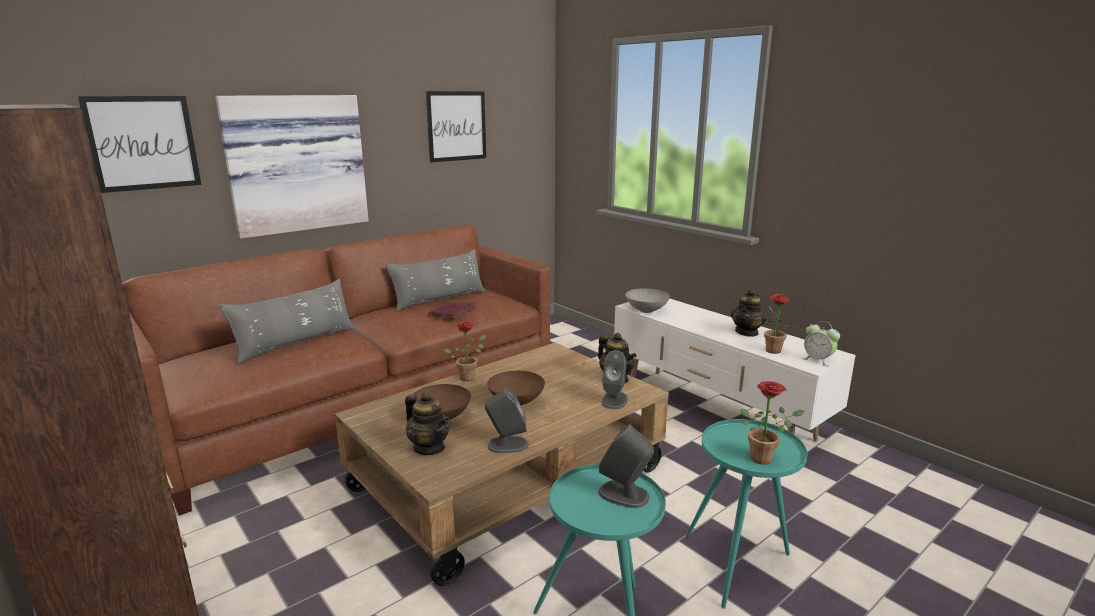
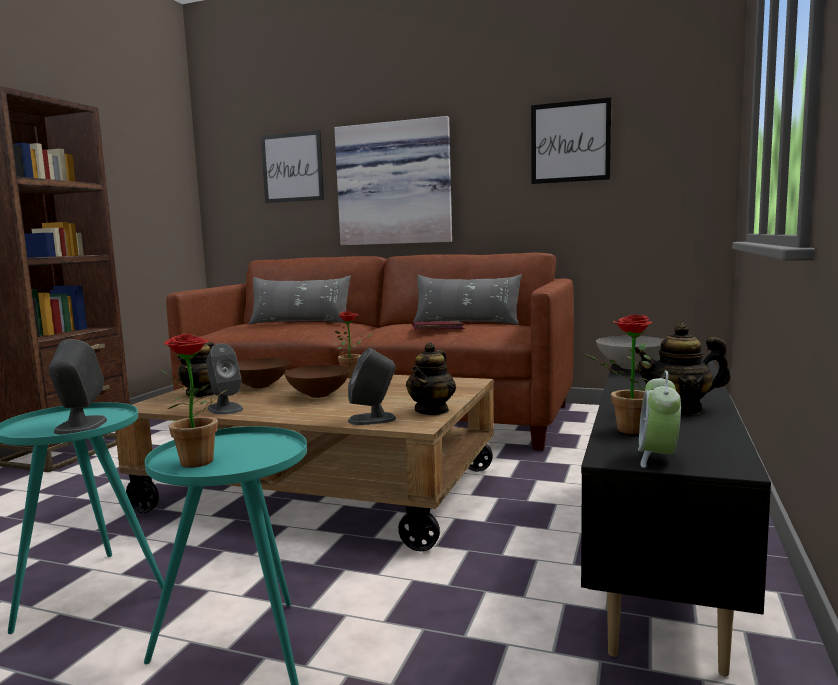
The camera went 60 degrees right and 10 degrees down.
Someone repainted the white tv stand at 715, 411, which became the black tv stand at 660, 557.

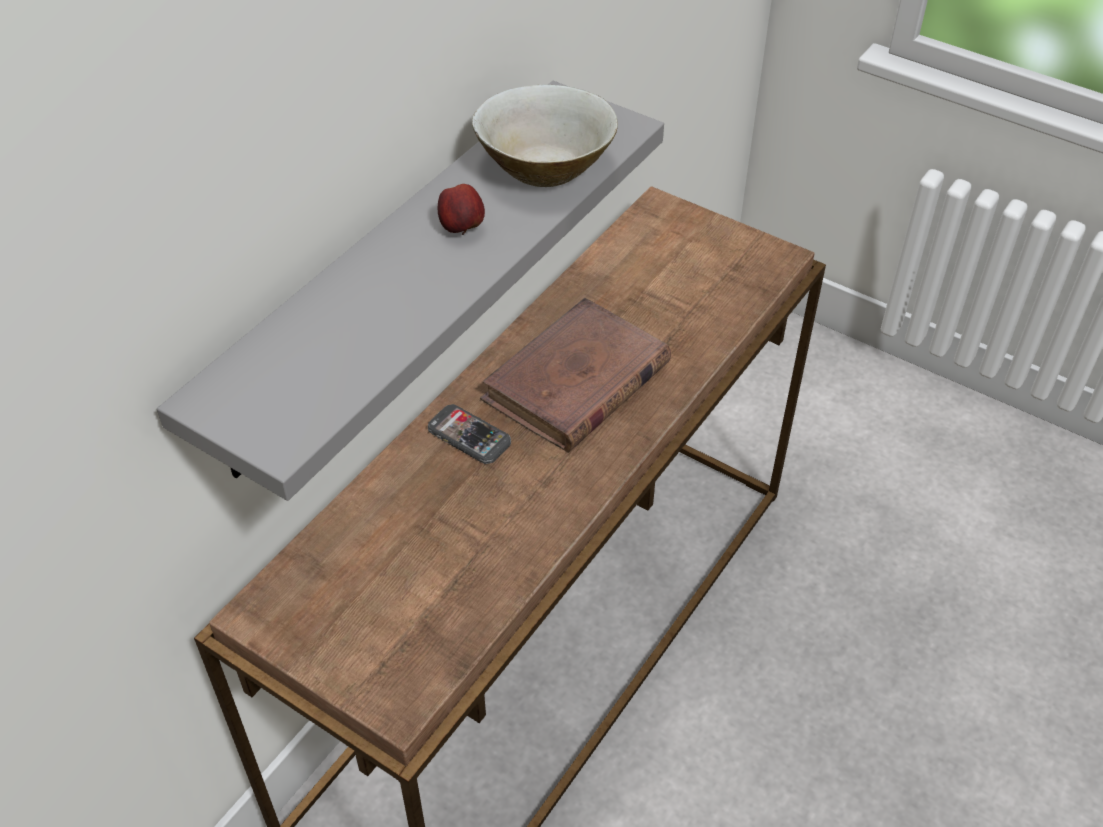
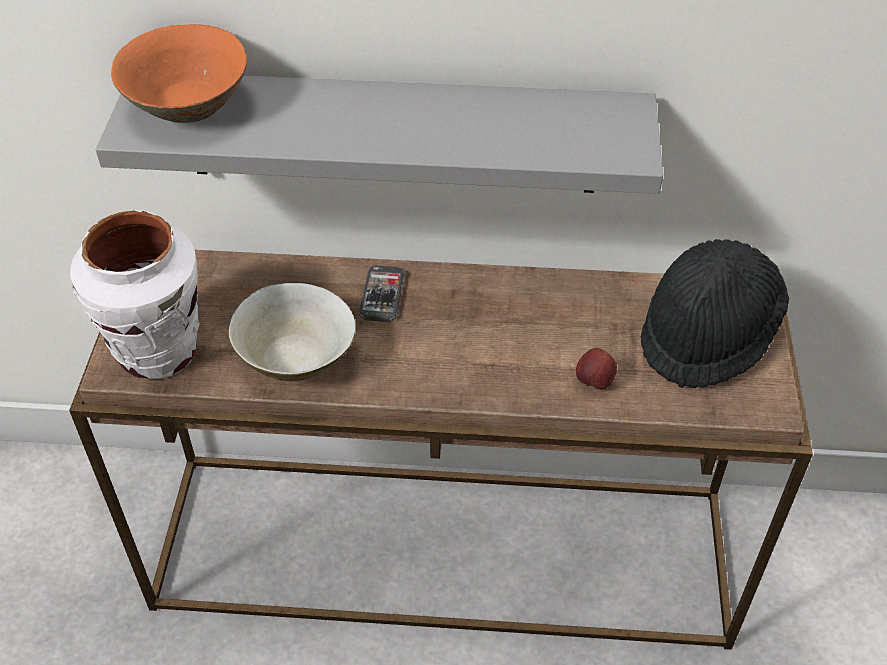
The camera went 60 degrees right and 0 degrees up.
Someone took away the brown book at 576, 382.
Someone put down the white vase at 158, 352.
Someone put down the orange bowl at 188, 106.
Someone put down the black hat at 707, 335.
Someone carried the apple from 462, 228 to 594, 382.
Someone carried the beige bowl from 545, 167 to 297, 358.

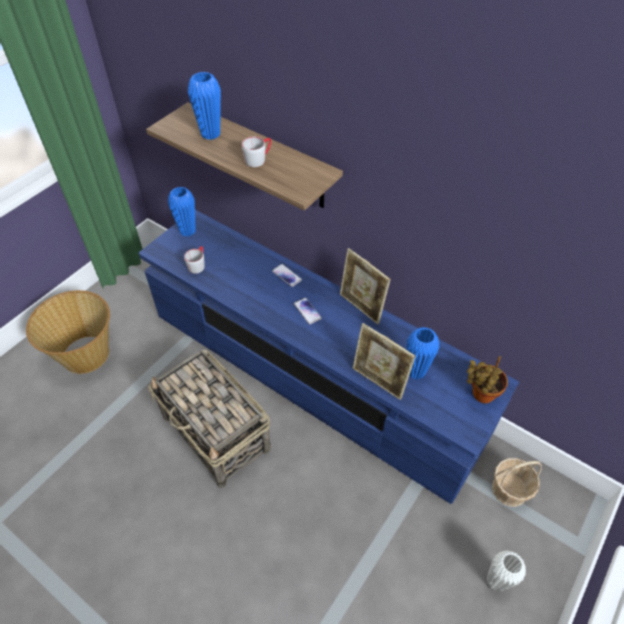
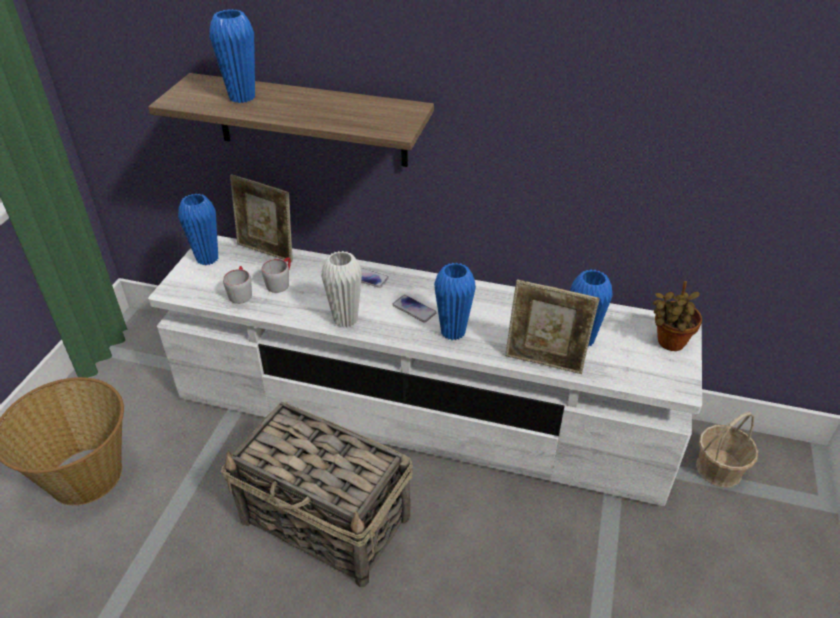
The camera went 20 degrees left and 10 degrees down.
Someone put down the blue vase at 453, 332.
Someone carried the grey mug from 258, 159 to 280, 282.
Someone carried the picture frame from 361, 308 to 267, 251.
Someone carried the white vase from 496, 581 to 345, 320.
Someone repainted the blue tv stand at 311, 374, which became the white tv stand at 420, 410.

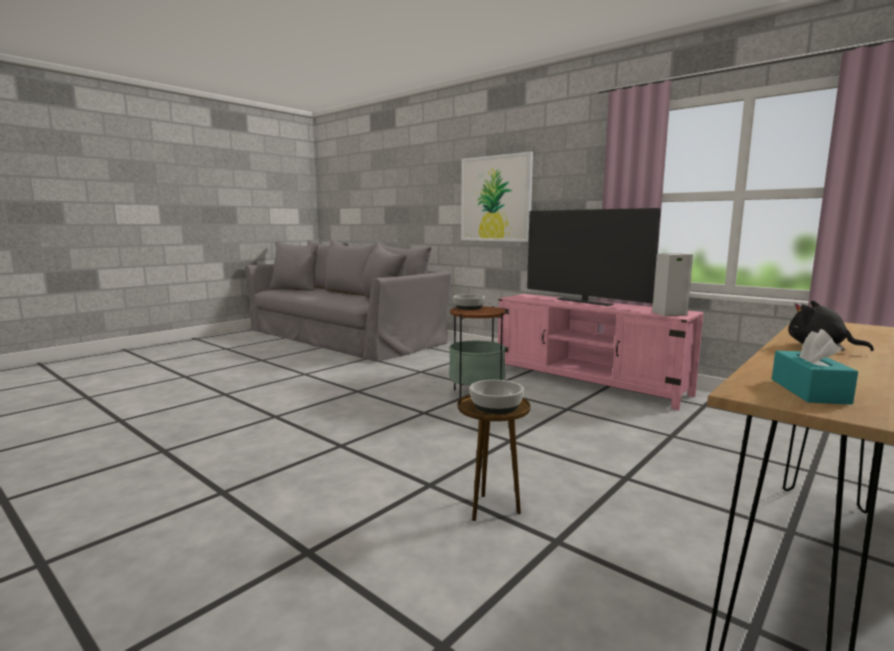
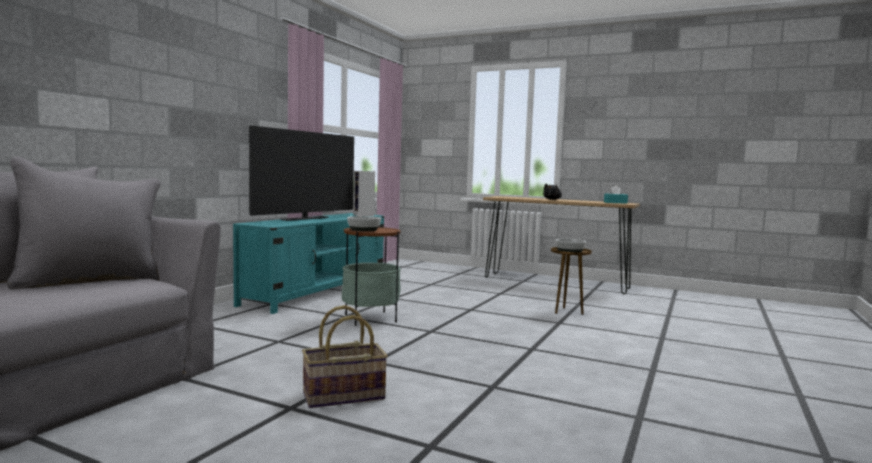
The camera went 105 degrees left and 5 degrees down.
Someone took away the picture at 496, 198.
Someone put down the basket at 343, 396.
Someone repainted the pink tv stand at 588, 382, which became the turquoise tv stand at 318, 291.

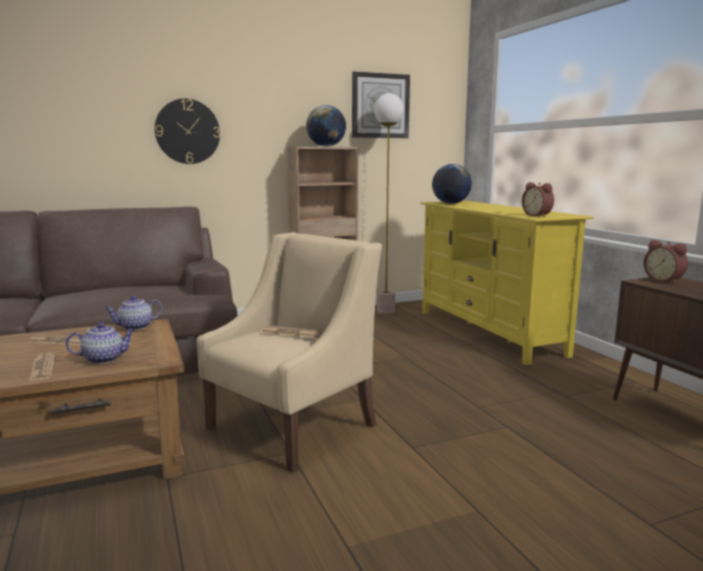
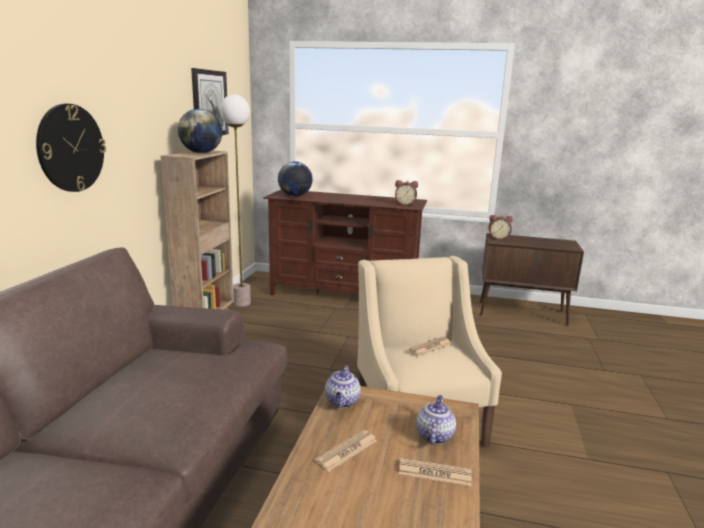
The camera went 55 degrees left and 5 degrees up.
Someone repainted the yellow tv stand at 489, 332, which became the brown tv stand at 344, 295.

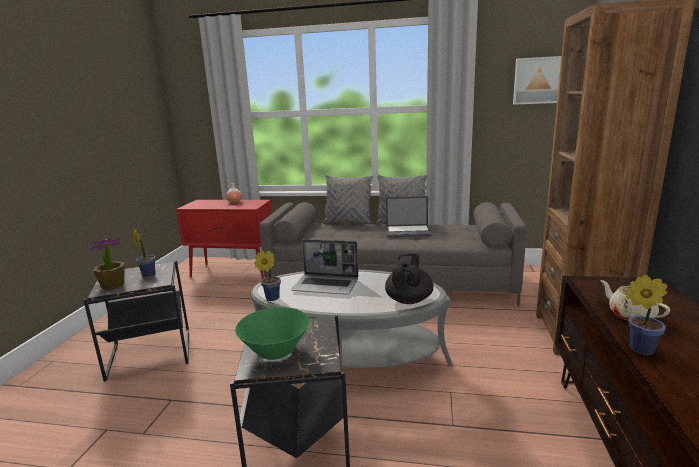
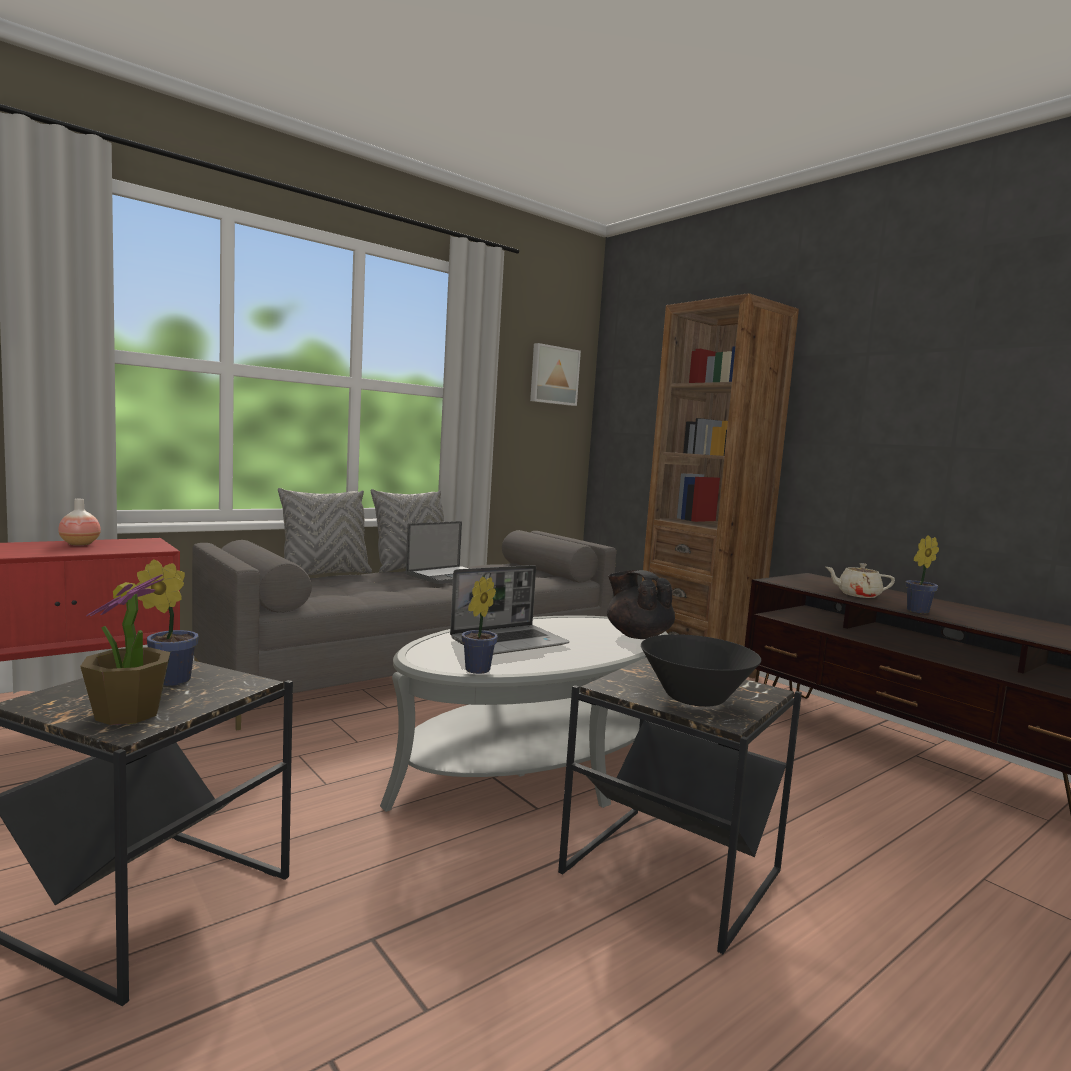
The camera went 50 degrees left and 10 degrees down.
Someone repainted the green bowl at 275, 351, which became the black bowl at 695, 698.

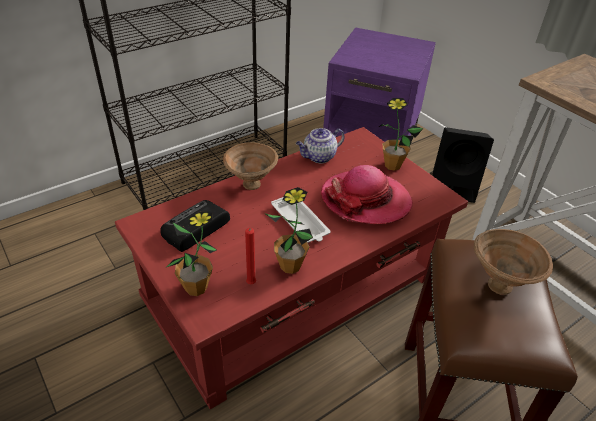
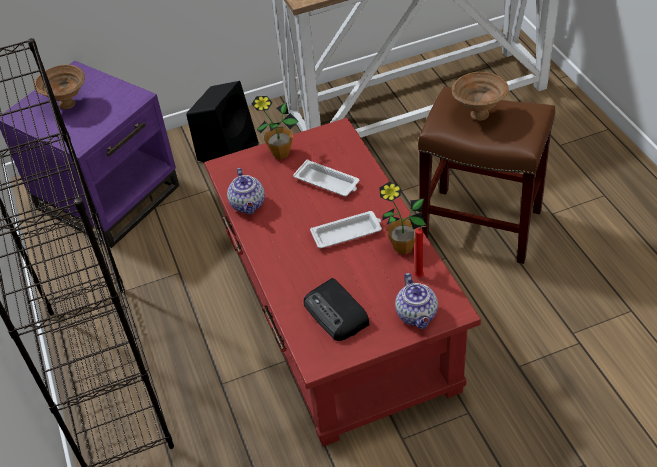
The camera went 70 degrees left and 5 degrees up.
Someone carried the brown bowl from 251, 185 to 68, 104.
Someone swapped the potted plant at 196, 287 for the teapot at 417, 315.
Someone swapped the hat at 365, 200 for the white tray at 328, 182.

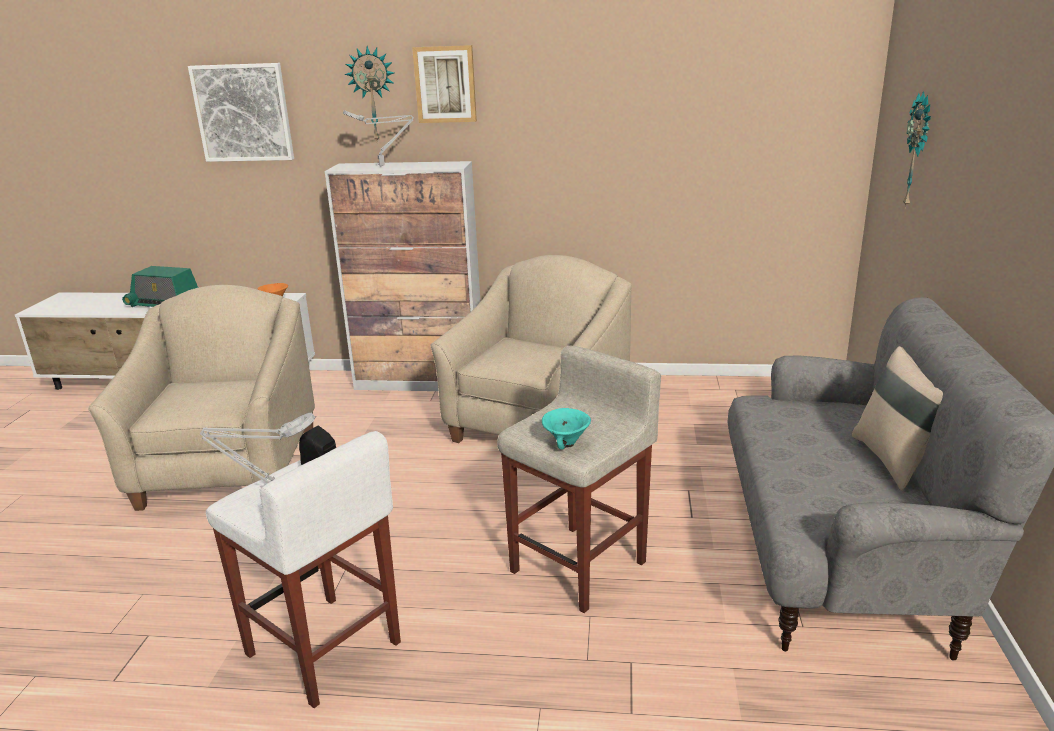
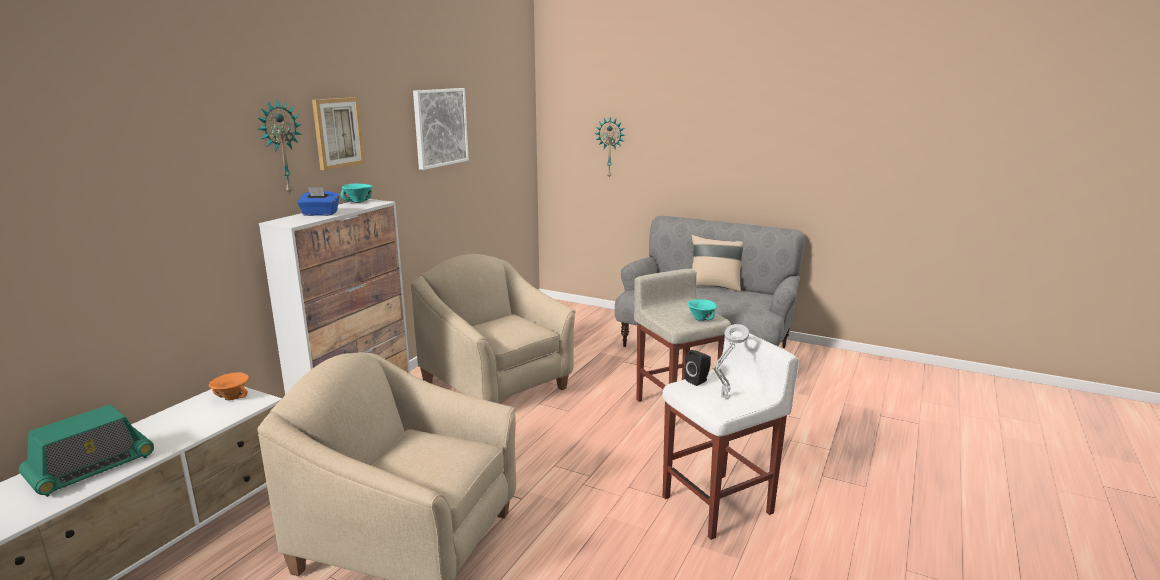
The camera went 70 degrees left and 5 degrees down.
Someone put down the turquoise bowl at 358, 202.
Someone carried the picture from 243, 113 to 440, 127.
Someone swapped the grey table lamp at 384, 165 for the blue tissue box at 320, 214.

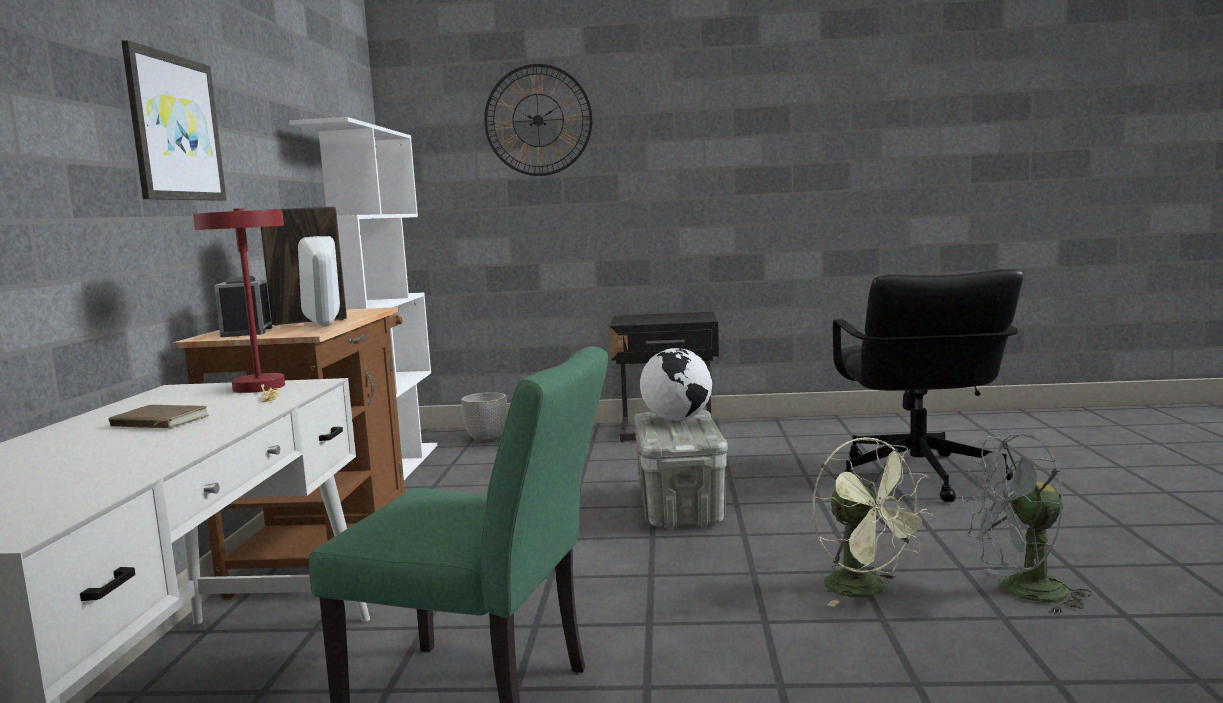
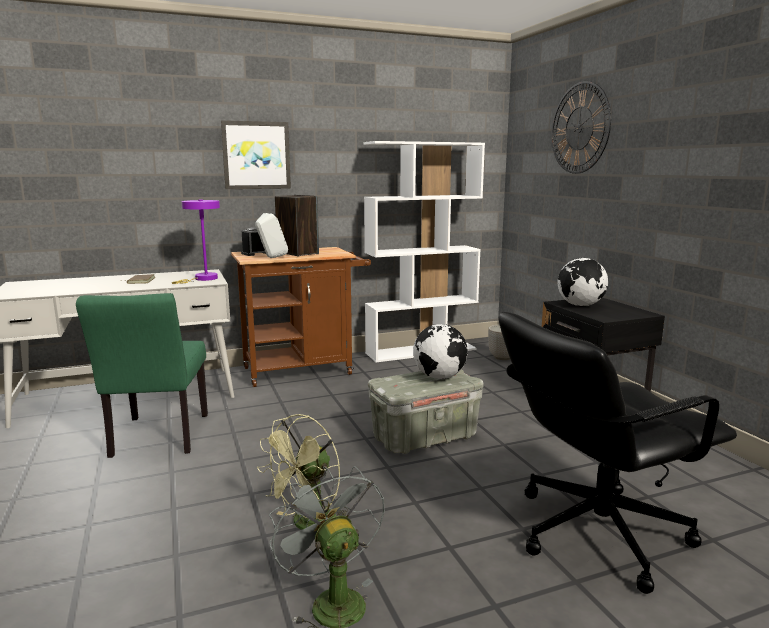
The camera went 65 degrees right and 5 degrees up.
Someone put down the globe at 580, 305.
Someone repainted the red table lamp at 261, 389, which became the purple table lamp at 203, 279.

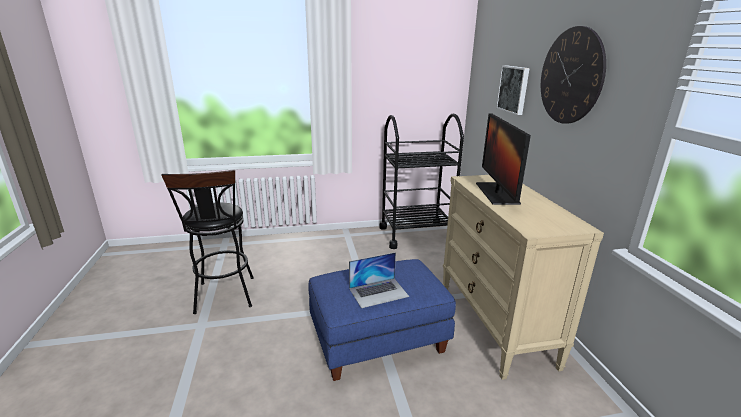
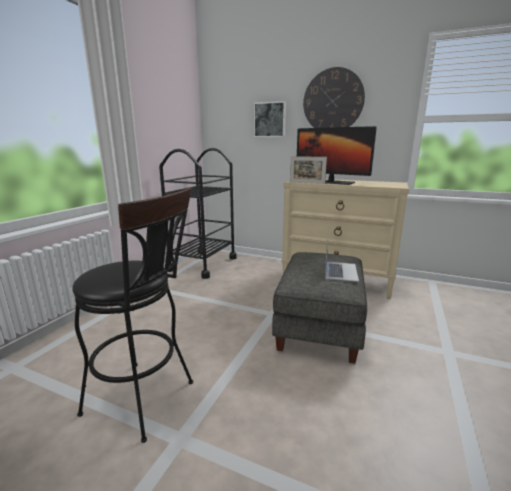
The camera went 55 degrees left and 5 degrees down.
Someone put down the picture frame at 307, 183.
Someone repainted the blue ottoman at 378, 339, which became the grey ottoman at 318, 325.

